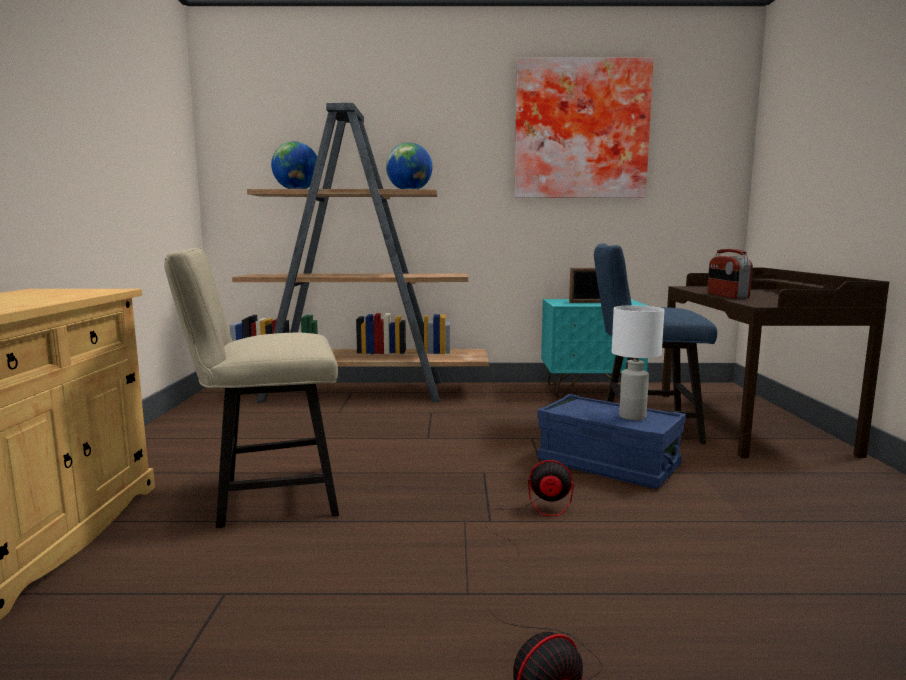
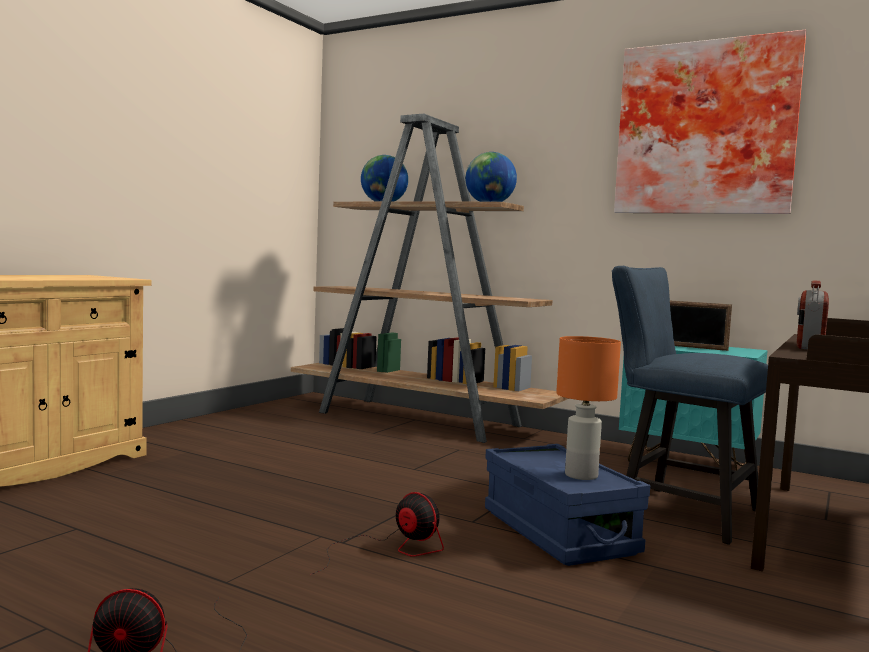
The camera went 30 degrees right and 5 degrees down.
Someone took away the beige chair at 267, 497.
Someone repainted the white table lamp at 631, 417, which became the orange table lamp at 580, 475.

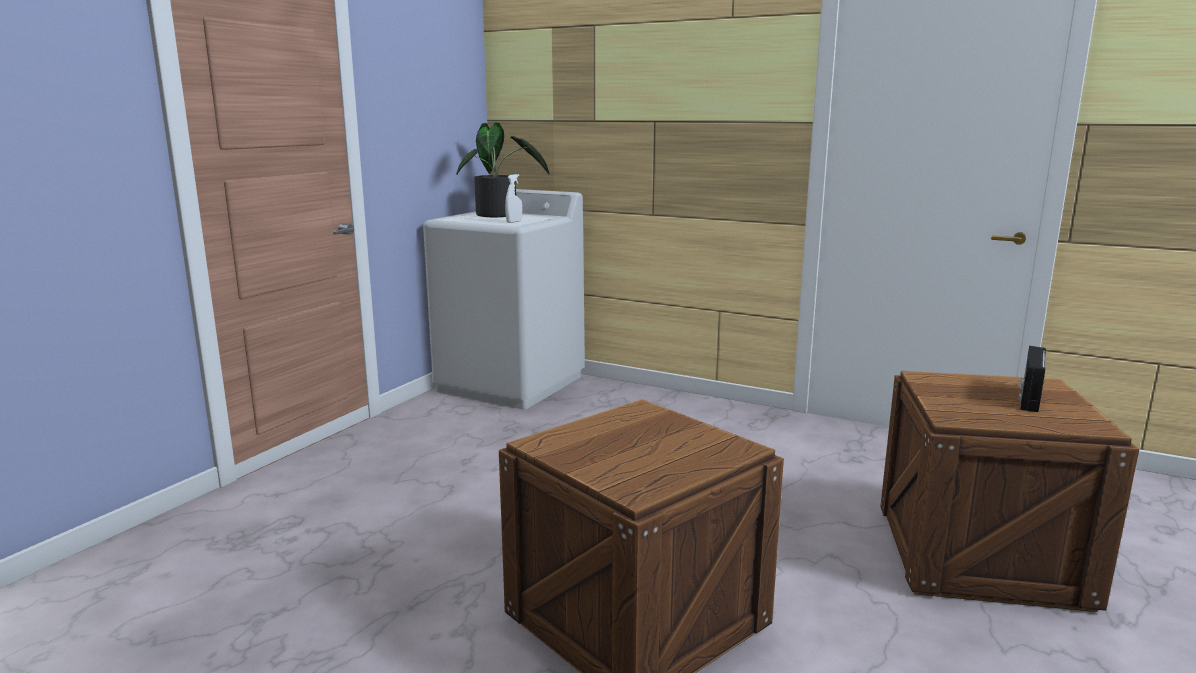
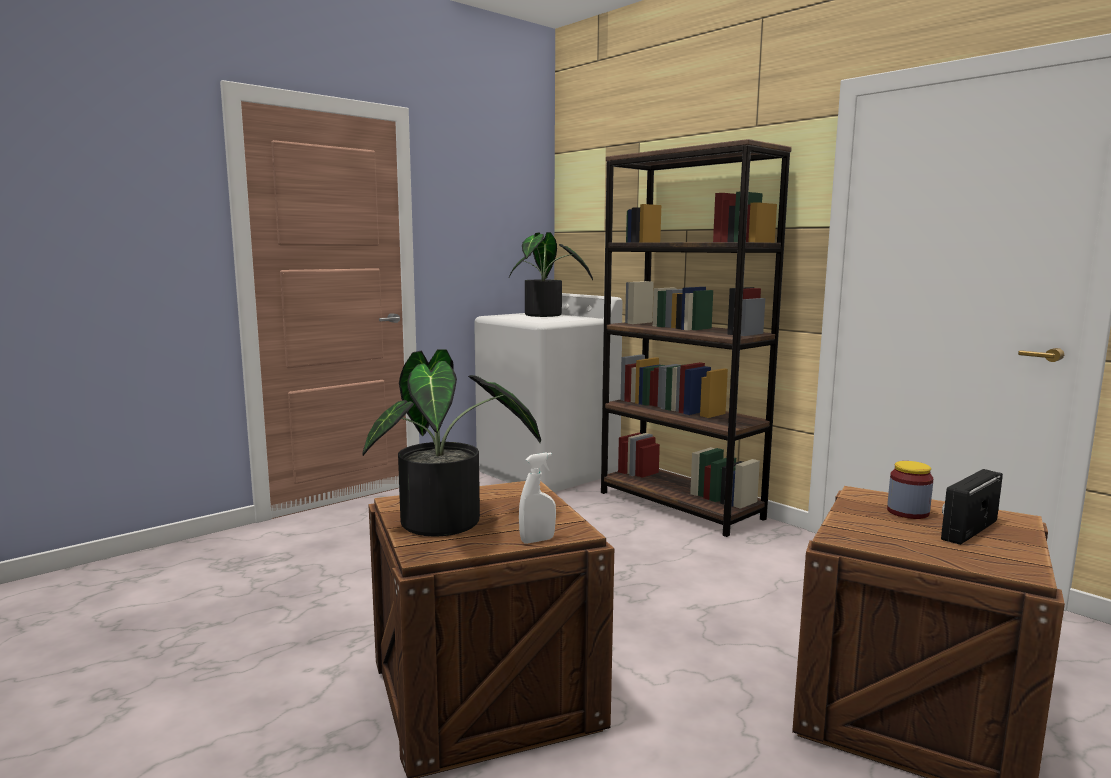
The camera went 20 degrees right and 5 degrees down.
Someone put down the potted plant at 450, 524.
Someone put down the brown bookcase at 680, 505.
Someone put down the jar at 907, 512.
Someone carried the white spray bottle from 514, 222 to 537, 540.

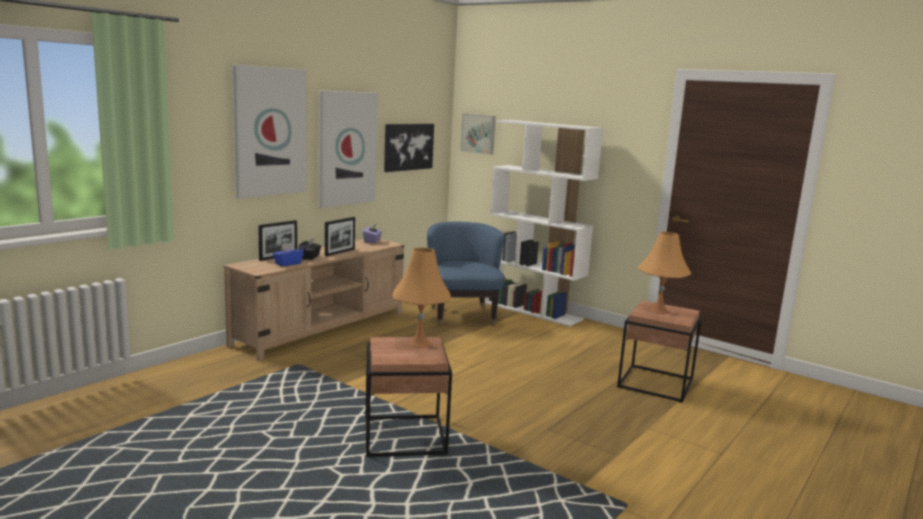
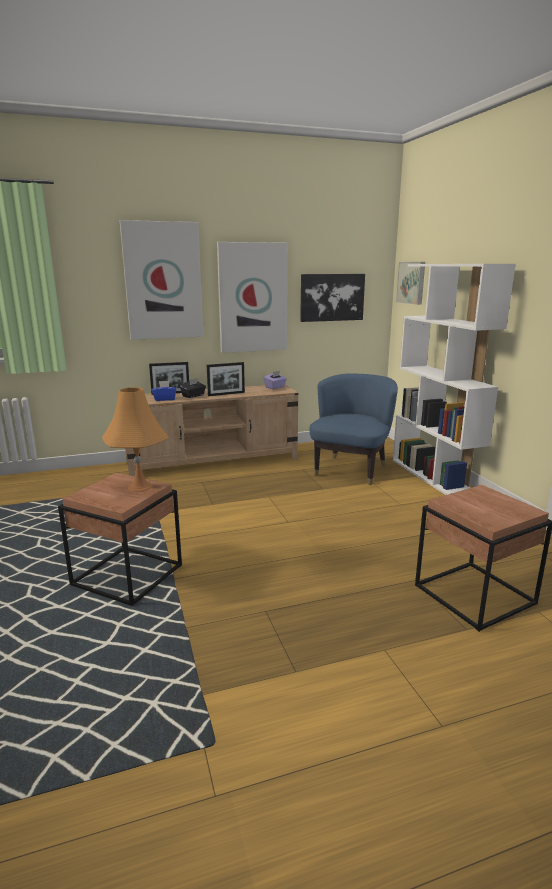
The camera went 35 degrees right and 5 degrees up.
Someone took away the orange table lamp at 658, 311.

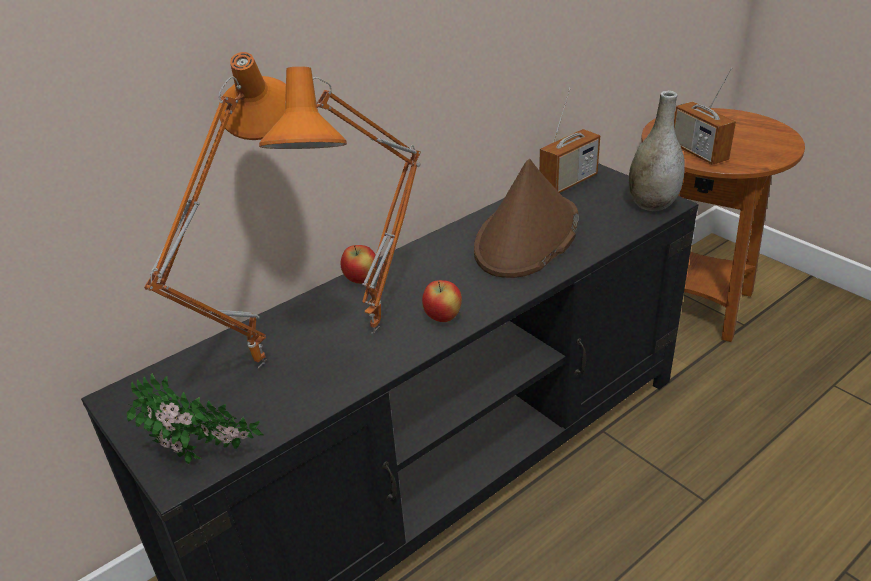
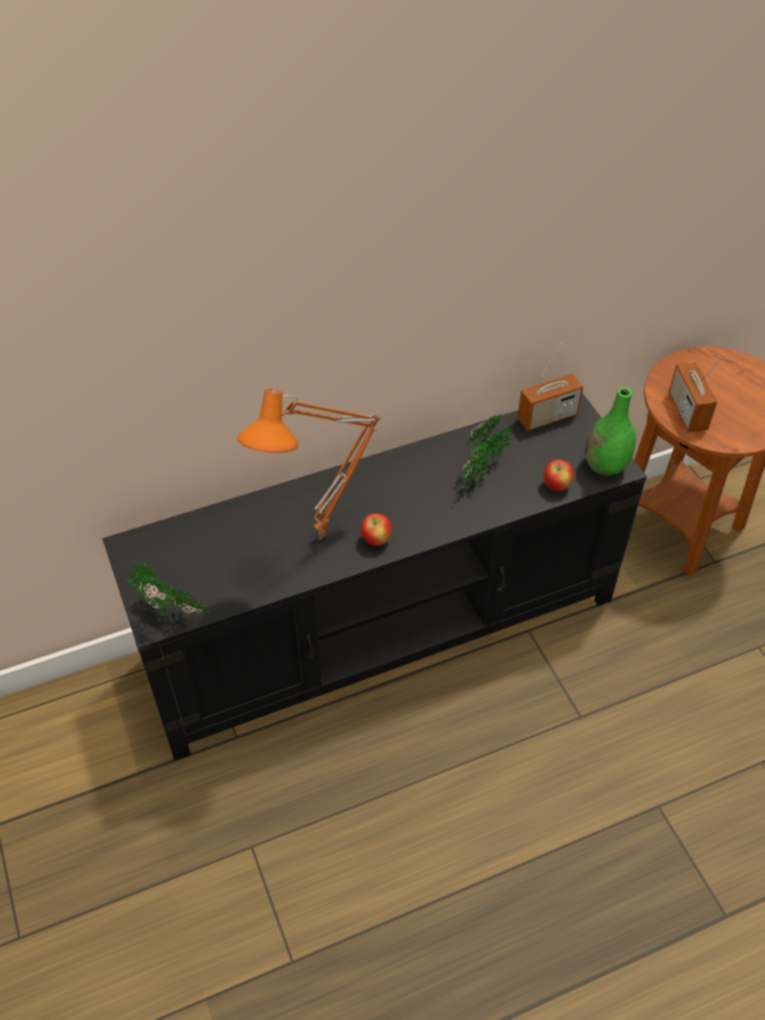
The camera went 15 degrees right and 15 degrees up.
Someone took away the orange table lamp at 257, 363.
Someone carried the apple from 361, 280 to 556, 486.
Someone swapped the brown hat at 527, 237 for the potted plant at 479, 474.
Someone repainted the grey vase at 652, 204, which became the green vase at 605, 466.

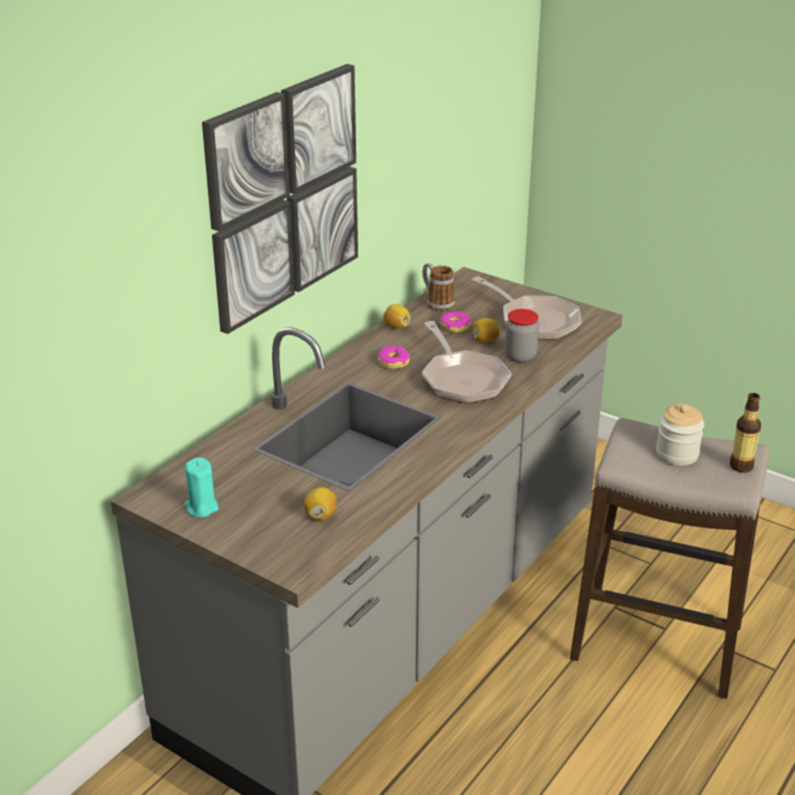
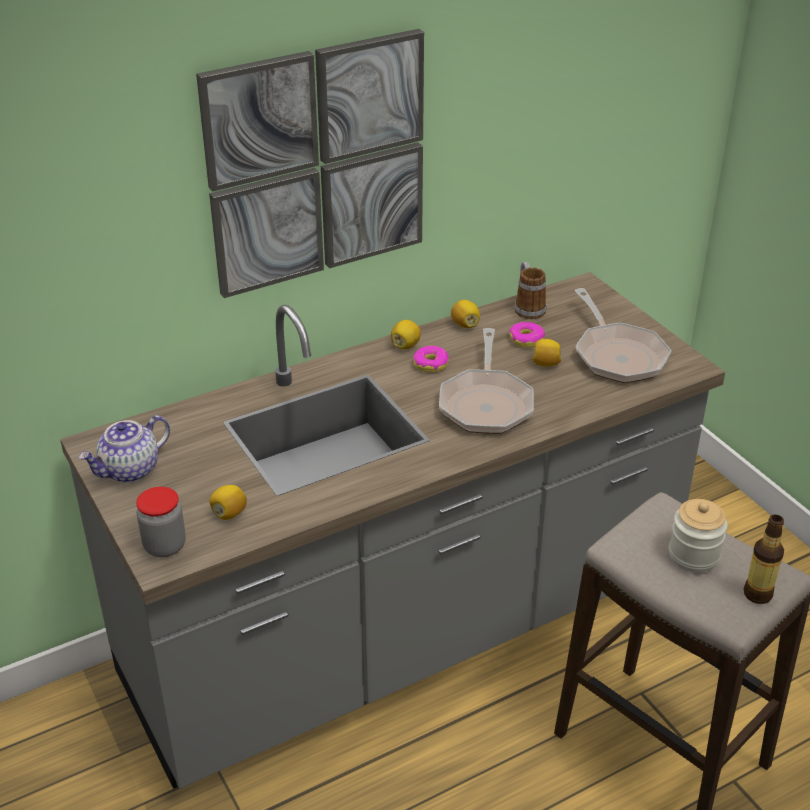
The camera went 25 degrees right and 5 degrees up.
Someone put down the lemon at 405, 345.
Someone carried the jar from 520, 356 to 165, 546.
Someone swapped the turquoise candle at 201, 507 for the teapot at 130, 470.

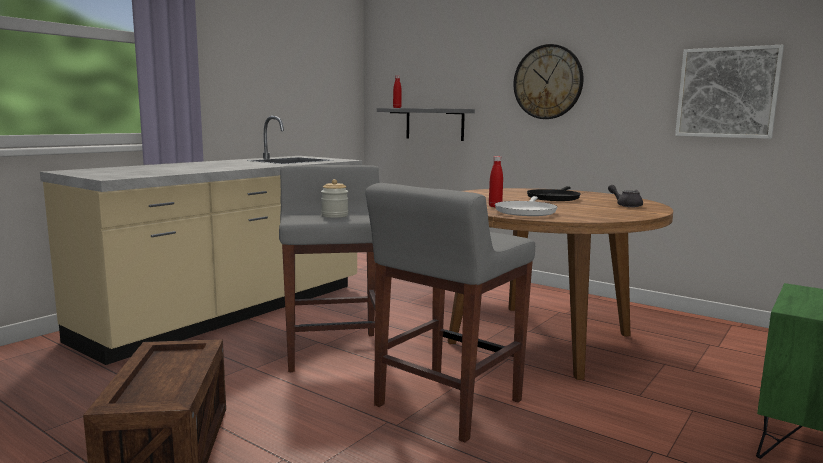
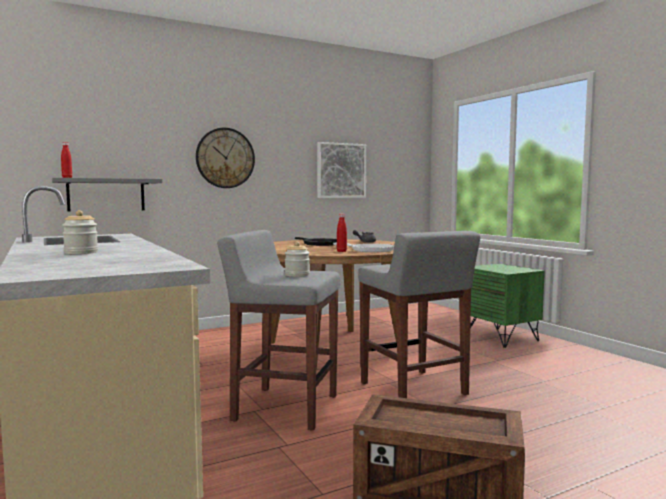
The camera went 65 degrees left and 5 degrees down.
Someone put down the jar at 81, 252.

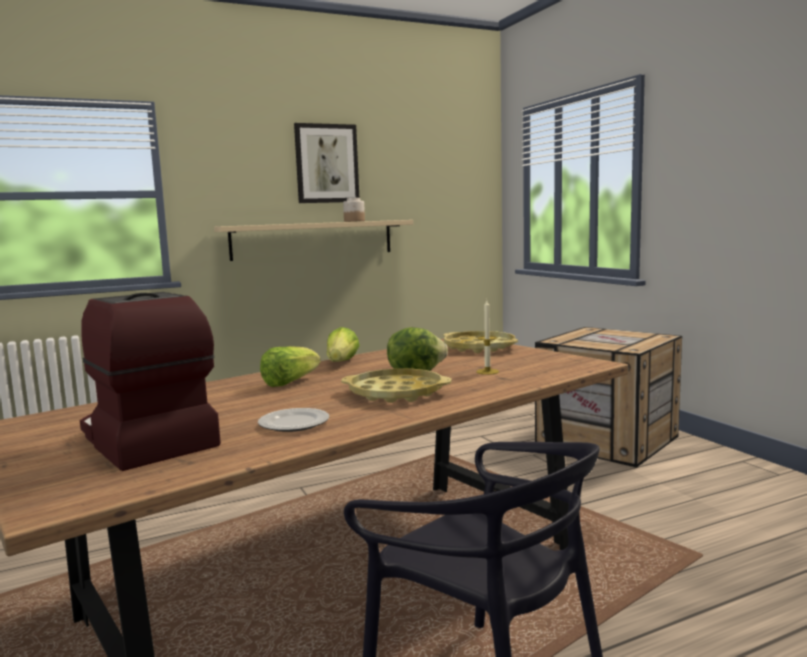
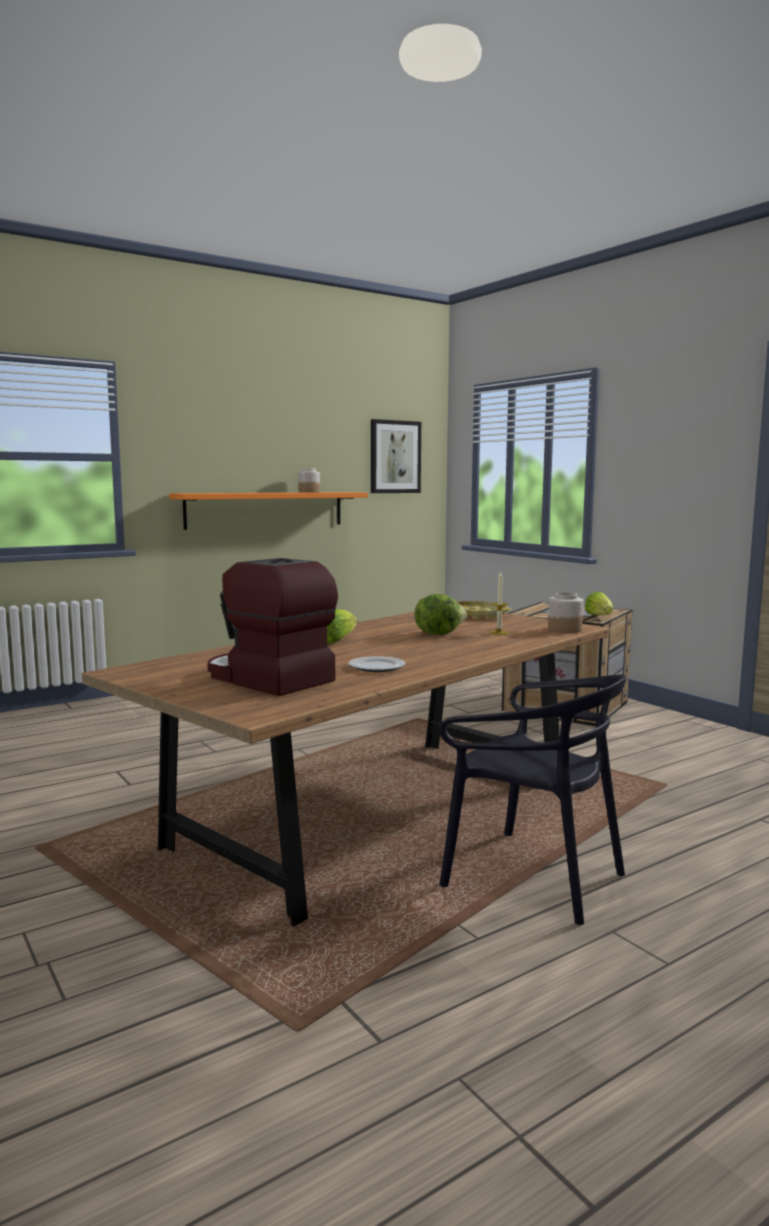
The camera went 10 degrees left and 0 degrees up.
Someone took away the yellow tray at 396, 393.
Someone put down the jar at 564, 630.
Someone carried the picture from 326, 163 to 395, 457.
Someone carried the lettuce from 341, 363 to 599, 617.
Someone repainted the beige shelf at 313, 239, which became the orange shelf at 266, 509.

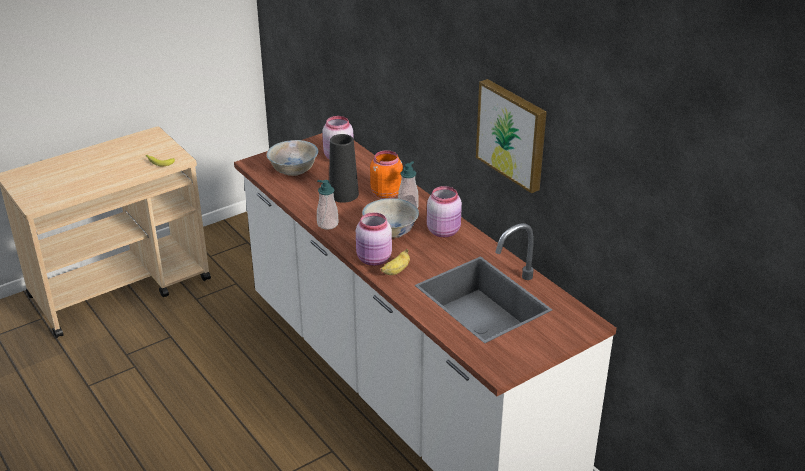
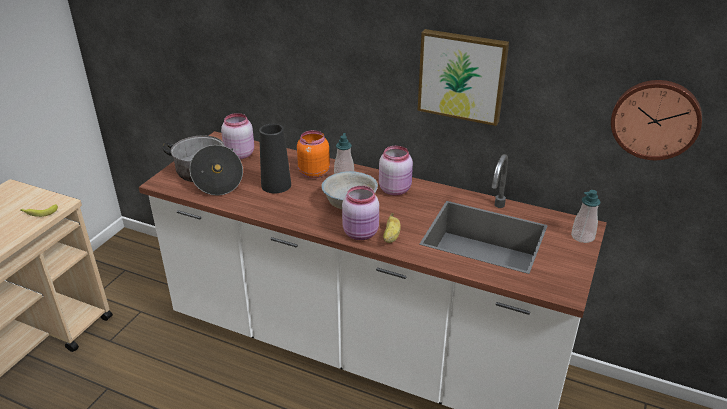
The camera went 30 degrees left and 0 degrees up.
Someone put up the wall clock at 655, 118.
Someone carried the soap dispenser from 327, 224 to 582, 236.
Someone swapped the white bowl at 294, 169 for the cooking pot at 207, 177.

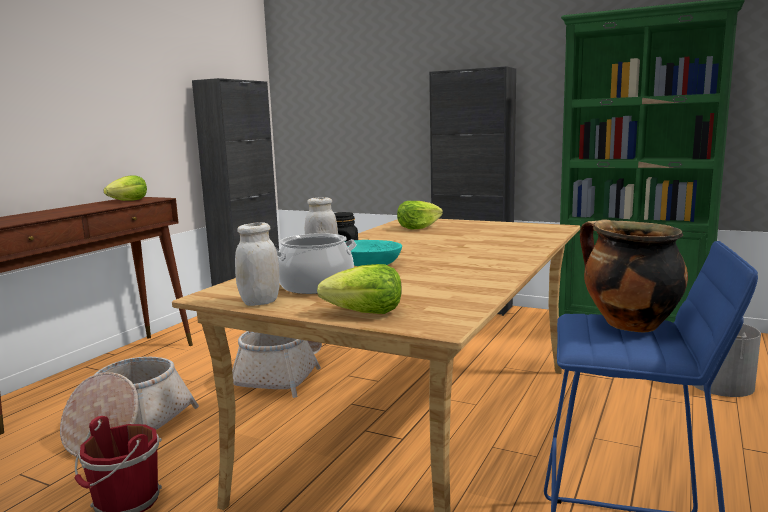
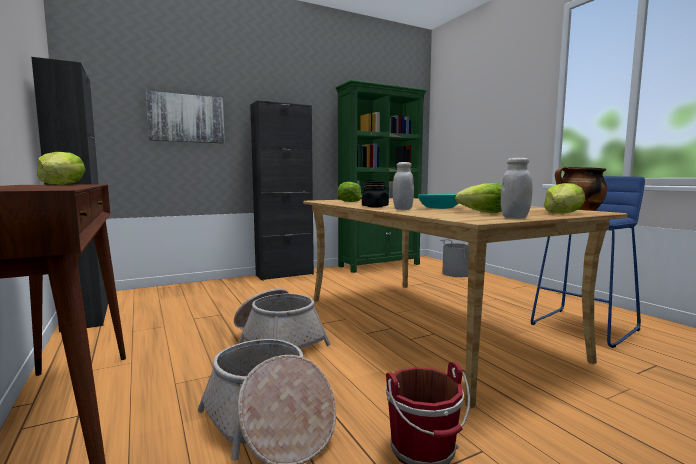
The camera went 55 degrees left and 5 degrees down.
Someone put up the picture at 186, 118.
Someone swapped the cooking pot at 315, 286 for the lettuce at 484, 213.

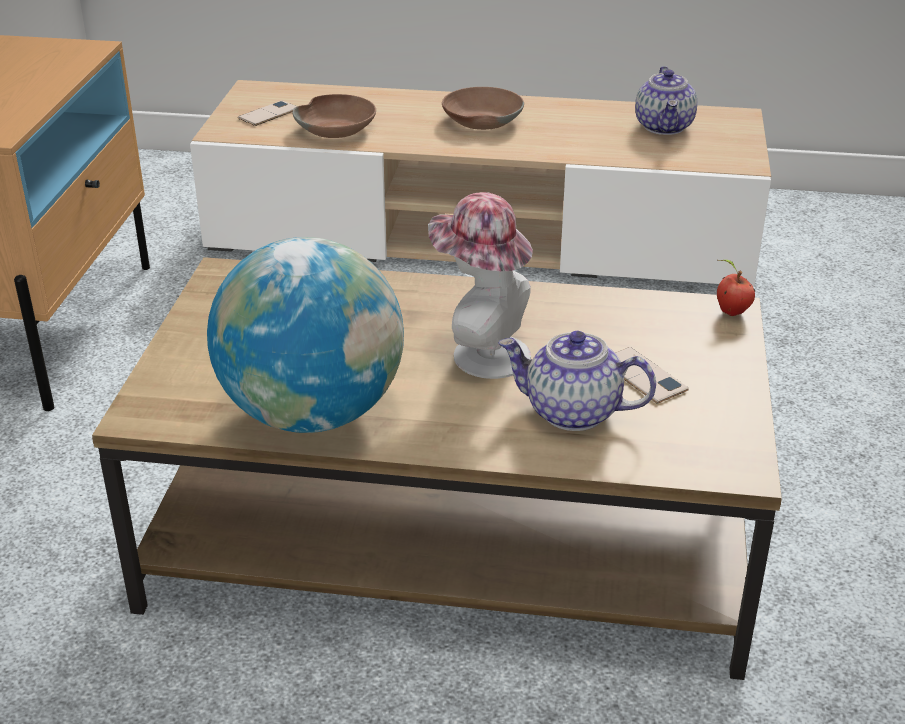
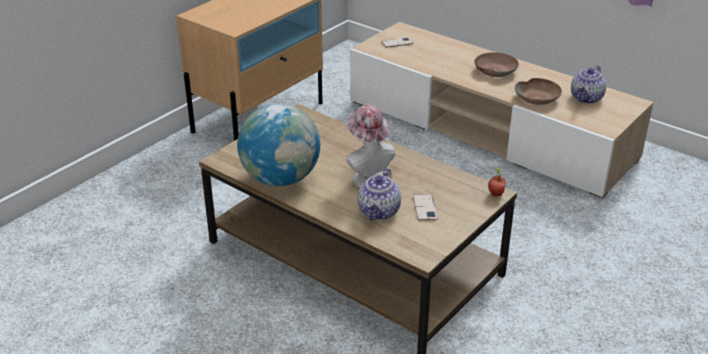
The camera went 30 degrees right and 0 degrees up.
Someone carried the brown bowl from 337, 128 to 538, 98.
Someone rotated the teapot at 571, 412 by 120 degrees counterclockwise.

